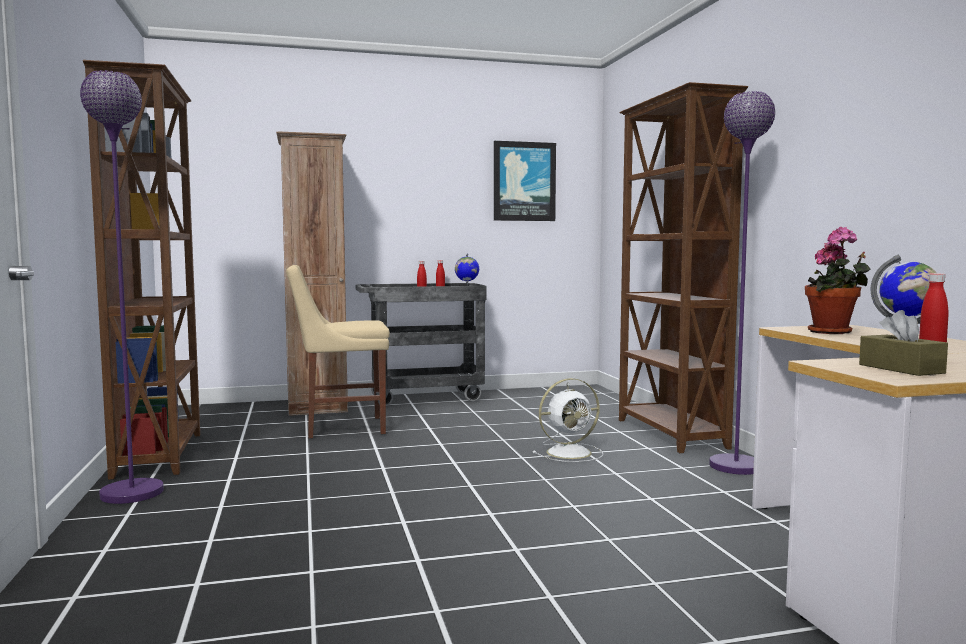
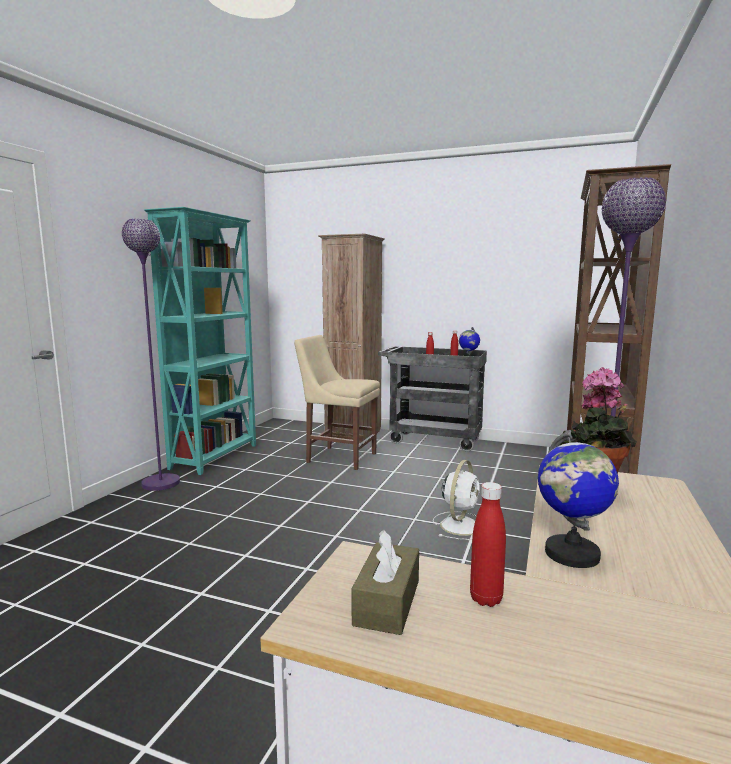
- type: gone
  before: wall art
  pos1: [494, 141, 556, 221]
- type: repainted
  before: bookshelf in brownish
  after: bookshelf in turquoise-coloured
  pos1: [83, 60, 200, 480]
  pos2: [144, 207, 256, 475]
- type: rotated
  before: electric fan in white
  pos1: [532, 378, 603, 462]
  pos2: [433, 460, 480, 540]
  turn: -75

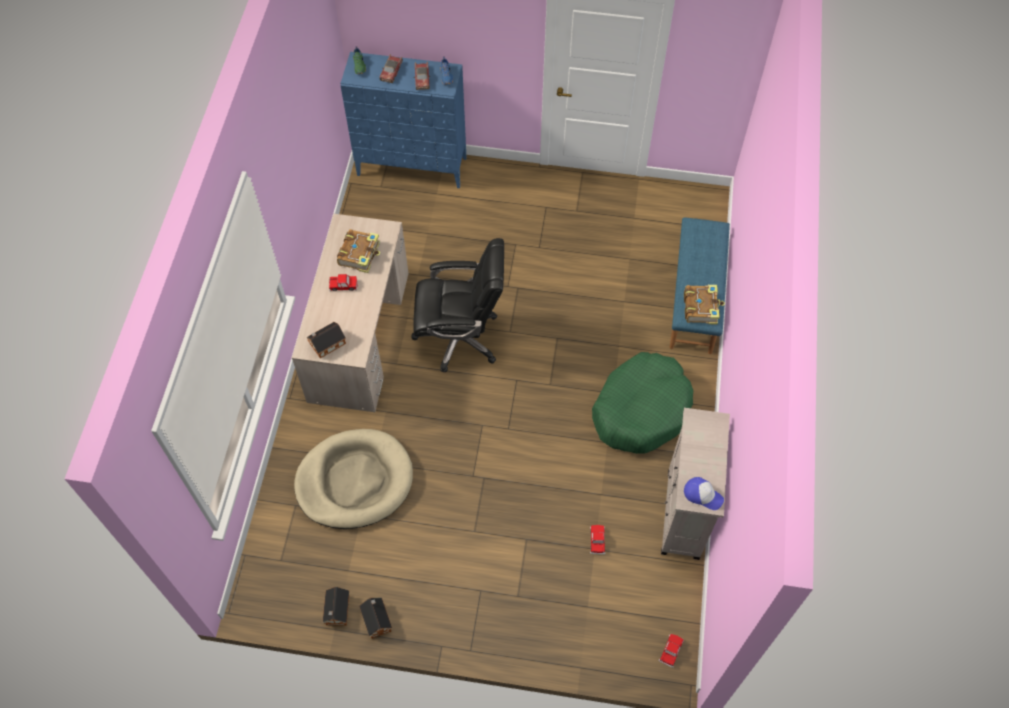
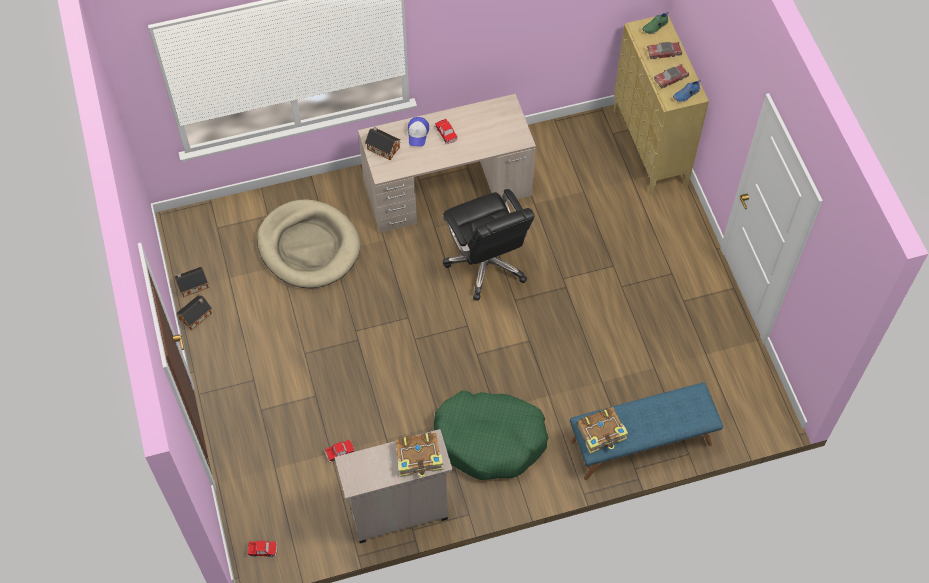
- type: shifted
  before: book
  pos1: [337, 229, 380, 273]
  pos2: [395, 432, 443, 477]
- type: shifted
  before: cap
  pos1: [684, 477, 724, 510]
  pos2: [408, 117, 429, 146]
- type: repainted
  before: chest of drawers in blue-coloured
  after: chest of drawers in beige-coloured
  pos1: [340, 52, 466, 188]
  pos2: [614, 14, 709, 195]

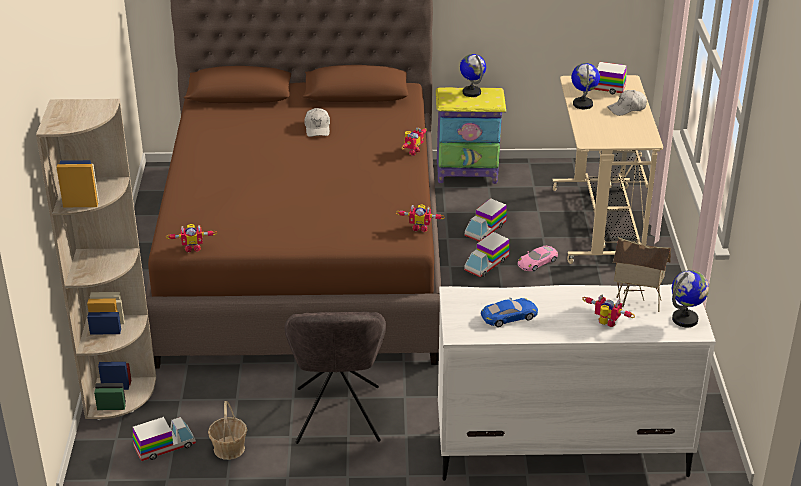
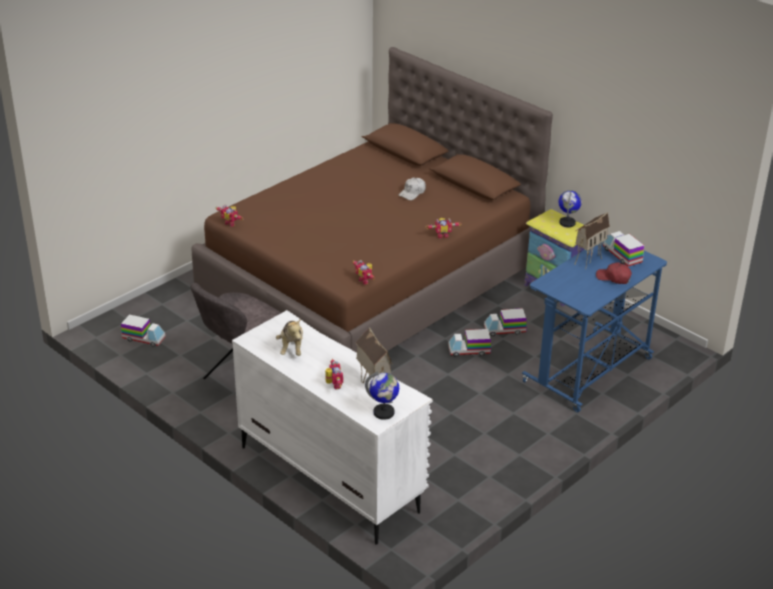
- type: gone
  before: bookshelf in beige-coloured
  pos1: [36, 99, 156, 420]
- type: gone
  before: household basket
  pos1: [208, 401, 247, 460]
- type: gone
  before: toy car in pinkish
  pos1: [518, 246, 558, 271]
- type: swapped
  before: toy car in blue-coloured
  after: plush toy
  pos1: [481, 298, 538, 327]
  pos2: [276, 319, 303, 356]
- type: swapped
  before: world globe
  after: miniature house
  pos1: [572, 63, 600, 109]
  pos2: [574, 212, 610, 270]
- type: repainted
  before: desk unit in beige-coloured
  after: desk unit in blue-coloured
  pos1: [553, 75, 663, 264]
  pos2: [522, 235, 667, 412]
- type: repainted
  before: cap in white
  after: cap in red-coloured
  pos1: [608, 90, 647, 116]
  pos2: [596, 262, 632, 284]

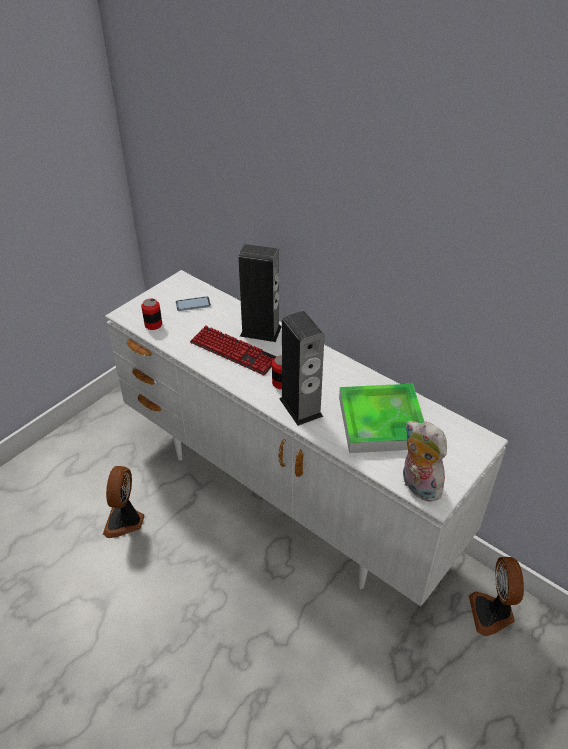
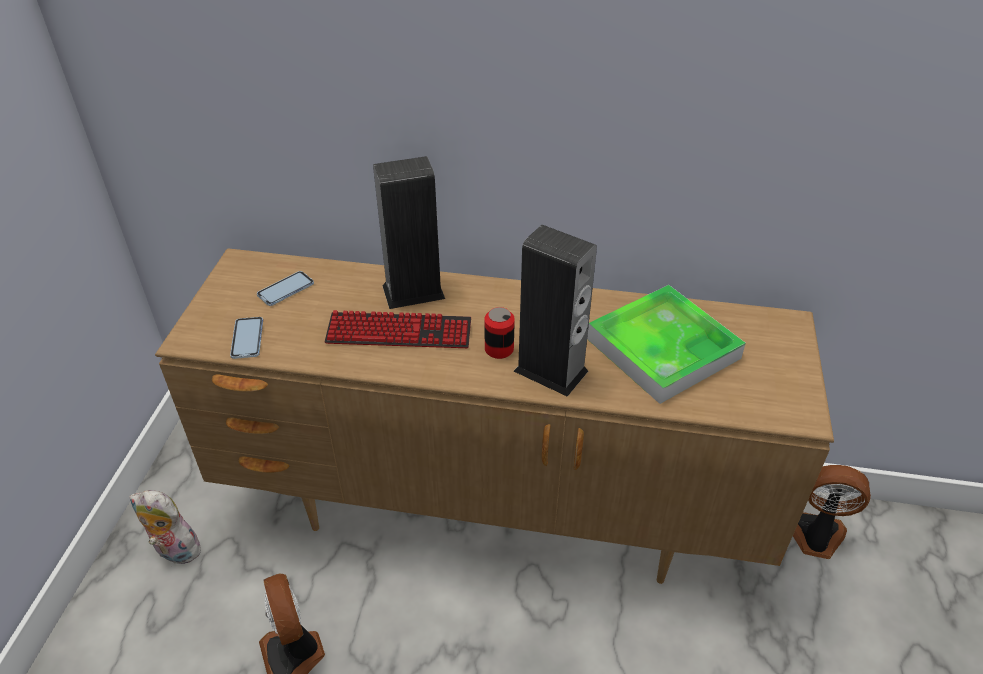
- type: shifted
  before: plush toy
  pos1: [403, 421, 447, 502]
  pos2: [129, 490, 201, 564]
- type: swapped
  before: sealed can
  after: telephone
  pos1: [141, 298, 162, 330]
  pos2: [230, 317, 263, 359]
- type: repainted
  before: chest of drawers in white
  after: chest of drawers in brownish
  pos1: [105, 270, 508, 606]
  pos2: [155, 248, 834, 584]
- type: rotated
  before: electric fan
  pos1: [469, 557, 524, 636]
  pos2: [793, 465, 871, 559]
  turn: 135

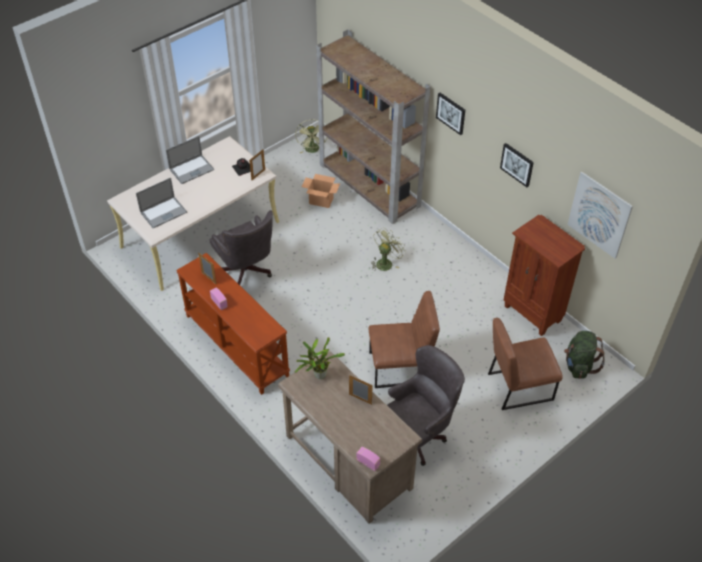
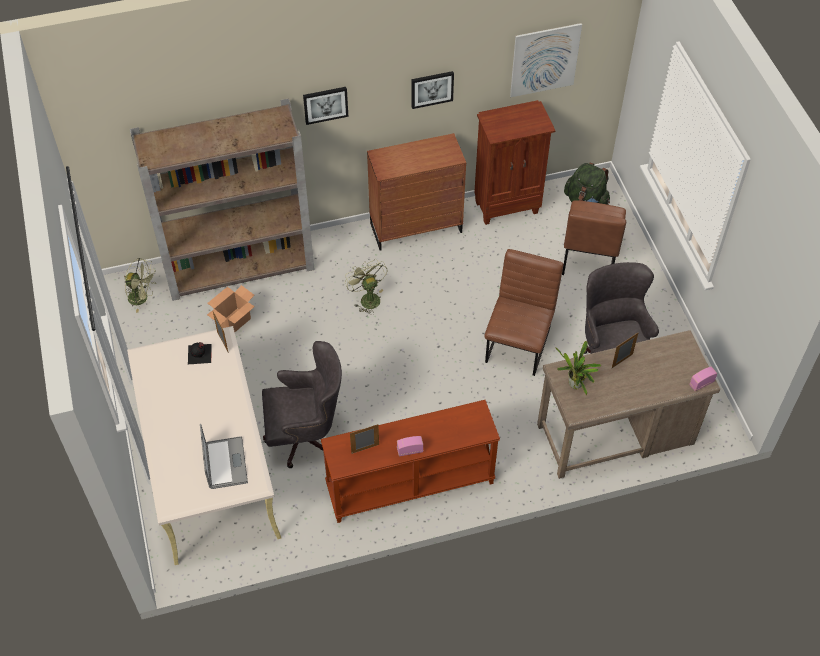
- type: gone
  before: laptop
  pos1: [166, 136, 214, 184]
- type: new
  after: chest of drawers in brownish
  pos2: [367, 133, 466, 251]

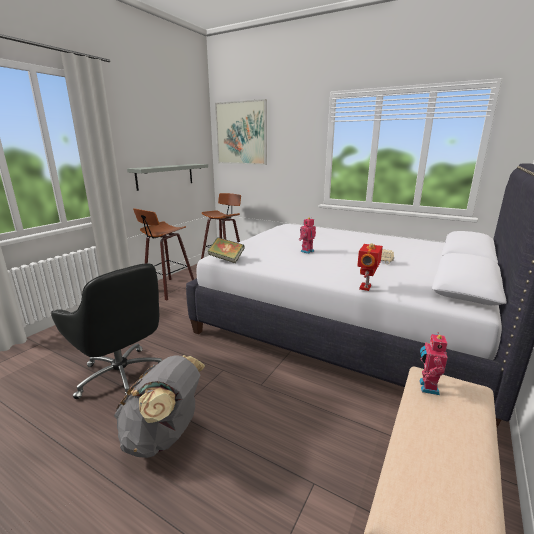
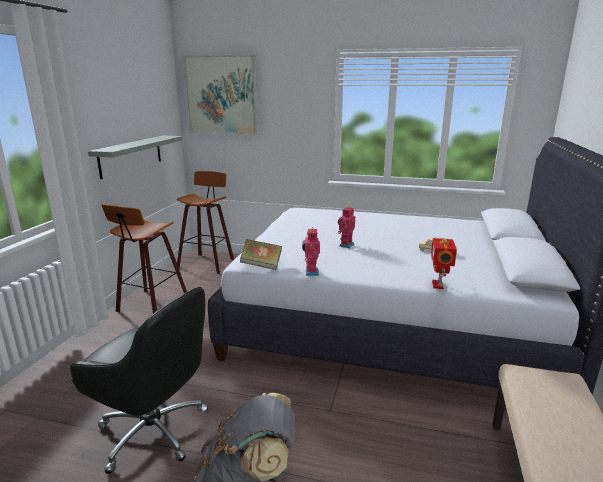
- type: shifted
  before: toy robot
  pos1: [419, 332, 448, 395]
  pos2: [302, 227, 320, 276]

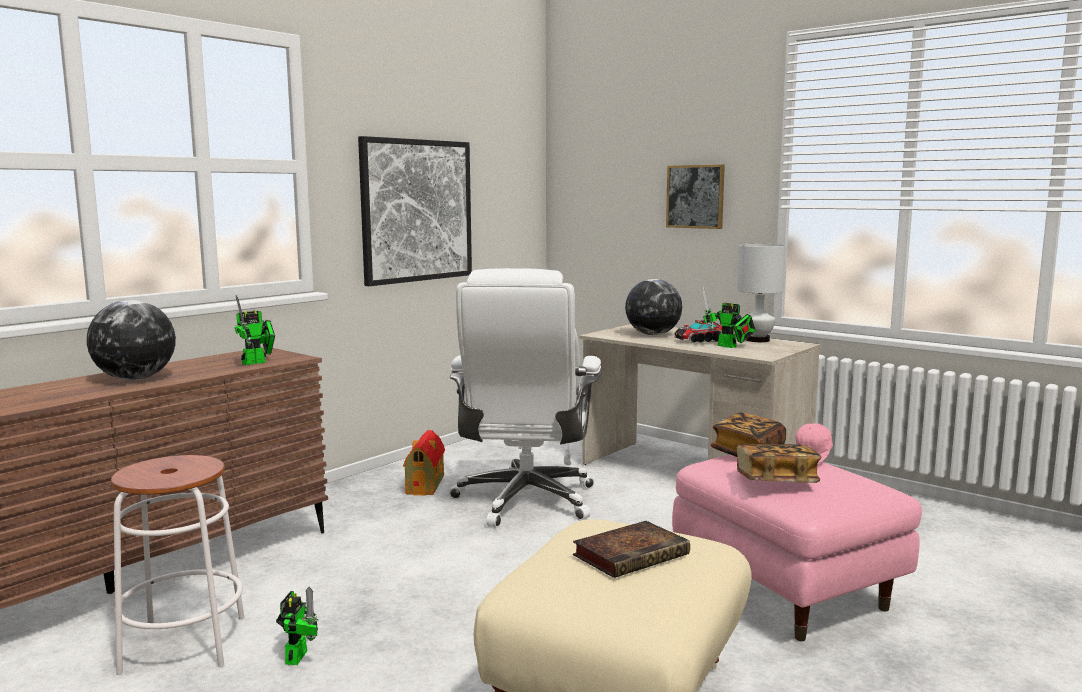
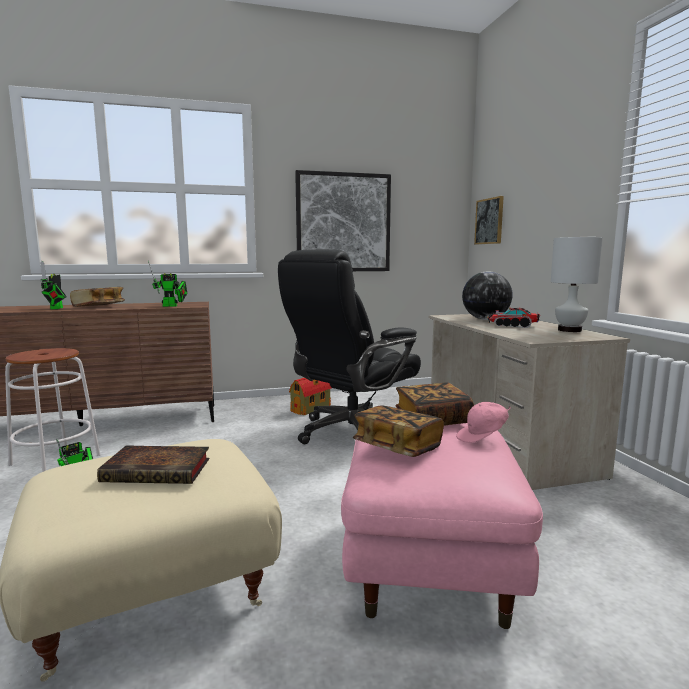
- type: shifted
  before: wall art
  pos1: [666, 164, 725, 229]
  pos2: [474, 196, 504, 244]
- type: shifted
  before: toy robot
  pos1: [702, 286, 756, 348]
  pos2: [40, 261, 67, 309]
- type: swapped
  before: world globe
  after: book
  pos1: [87, 300, 176, 380]
  pos2: [70, 287, 125, 307]
- type: repainted
  before: office chair in white
  after: office chair in black-coloured
  pos1: [449, 268, 602, 528]
  pos2: [278, 249, 421, 444]

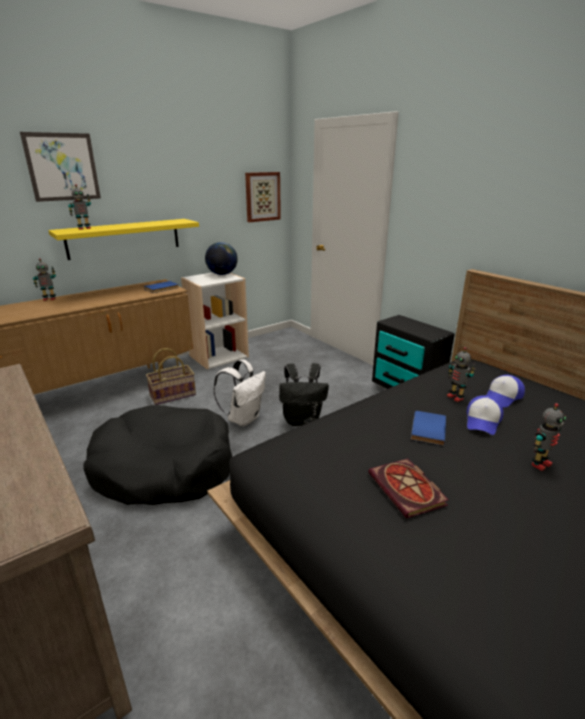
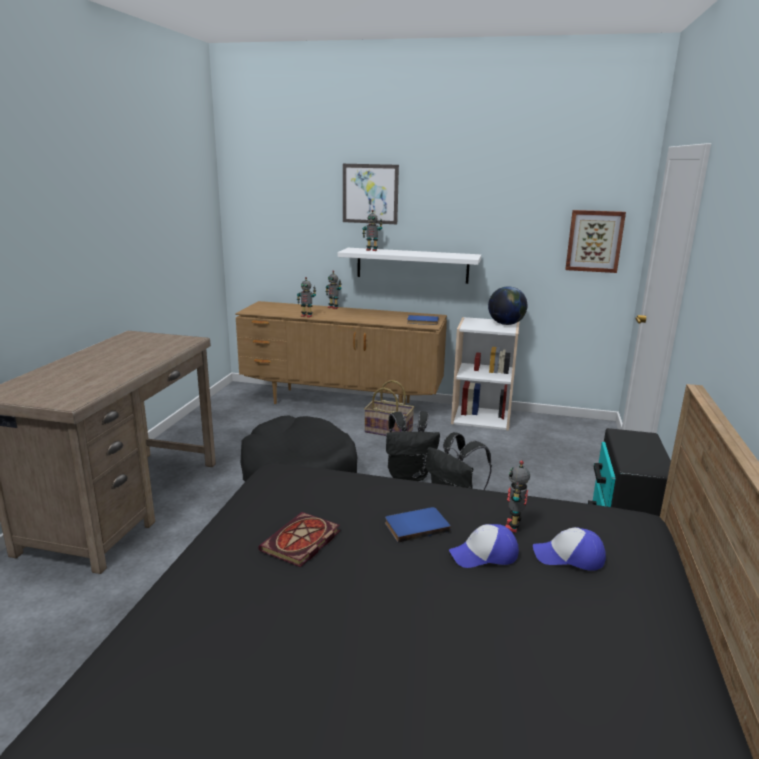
- type: shifted
  before: toy robot
  pos1: [532, 403, 566, 471]
  pos2: [297, 277, 316, 318]
- type: repainted
  before: shelf in yellow-coloured
  after: shelf in white
  pos1: [48, 219, 199, 260]
  pos2: [338, 248, 481, 284]
- type: repainted
  before: knapsack in white
  after: knapsack in black-coloured
  pos1: [213, 359, 266, 426]
  pos2: [386, 411, 440, 481]

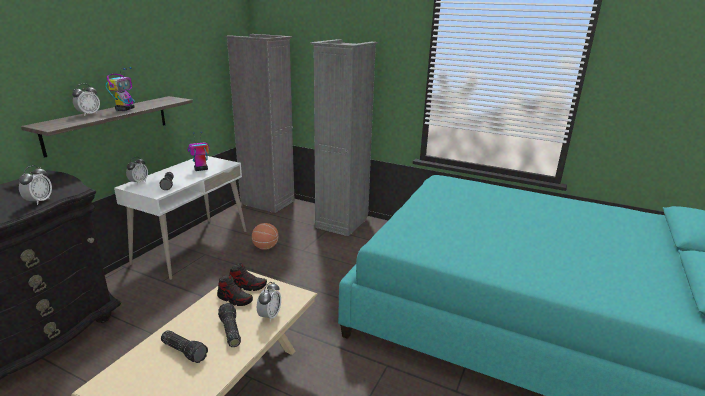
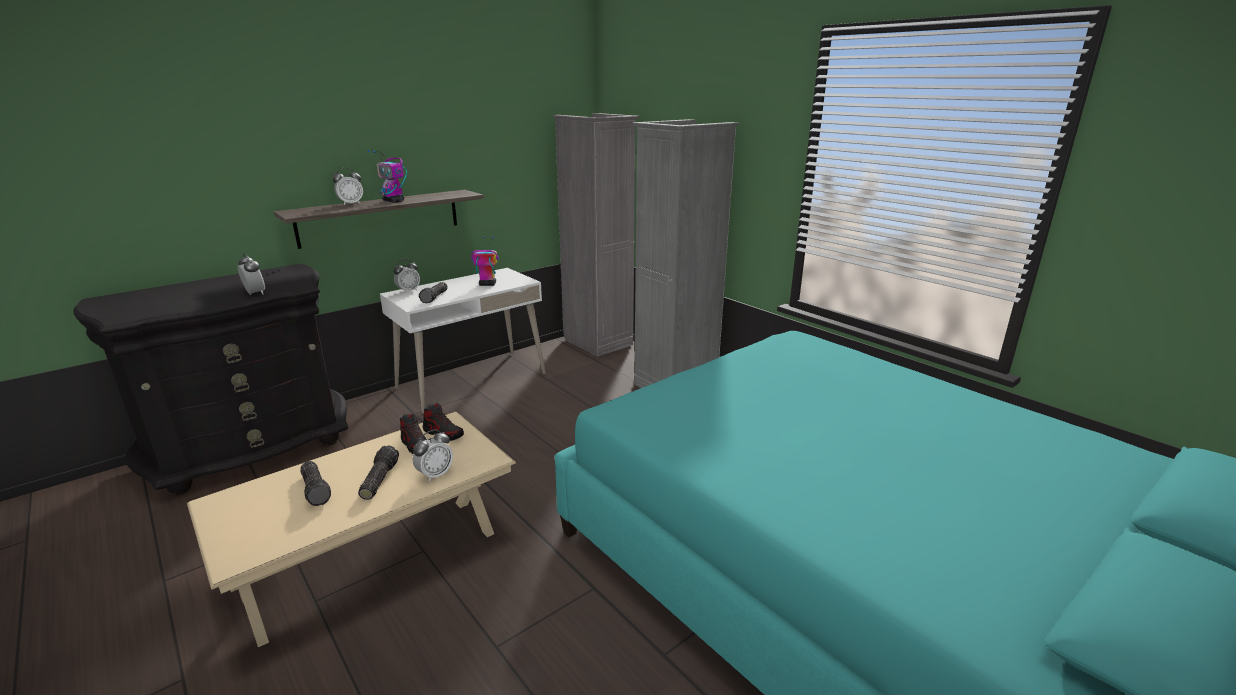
- type: gone
  before: basketball
  pos1: [252, 223, 279, 250]
- type: rotated
  before: table clock
  pos1: [19, 165, 52, 205]
  pos2: [238, 253, 265, 295]
  turn: -75
- type: rotated
  before: toy robot
  pos1: [106, 67, 135, 111]
  pos2: [367, 150, 407, 203]
  turn: 90

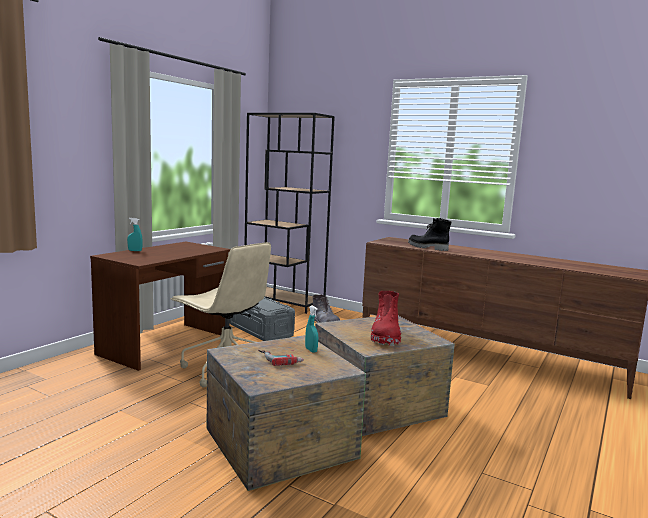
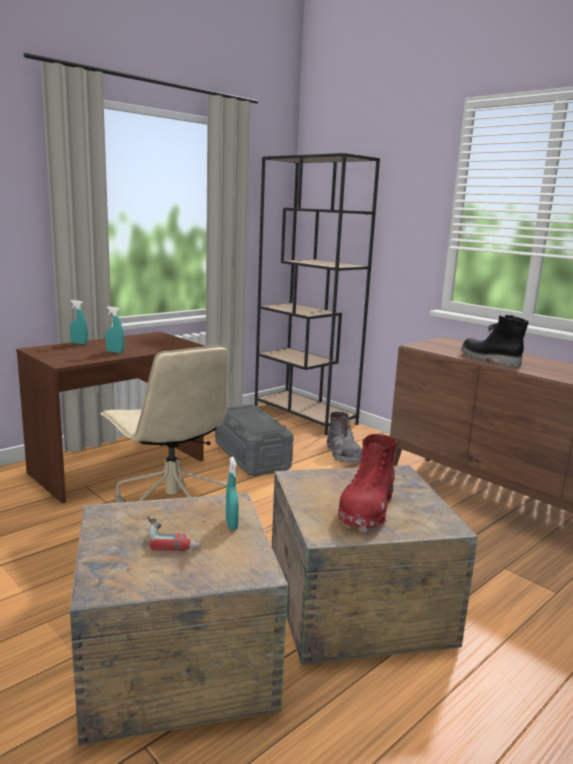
- type: new
  after: sprayer in turquoise-coloured
  pos2: [105, 306, 124, 353]

